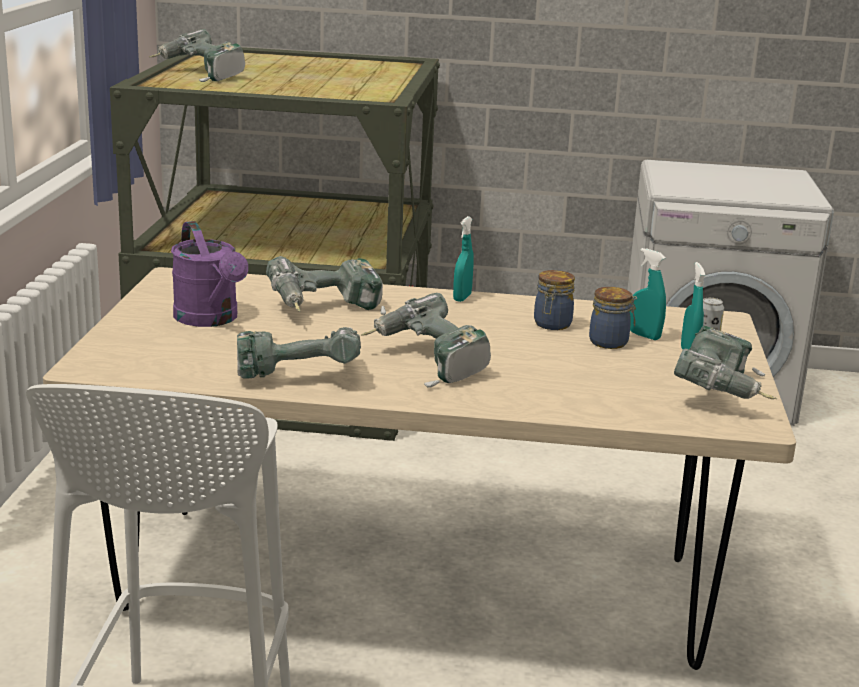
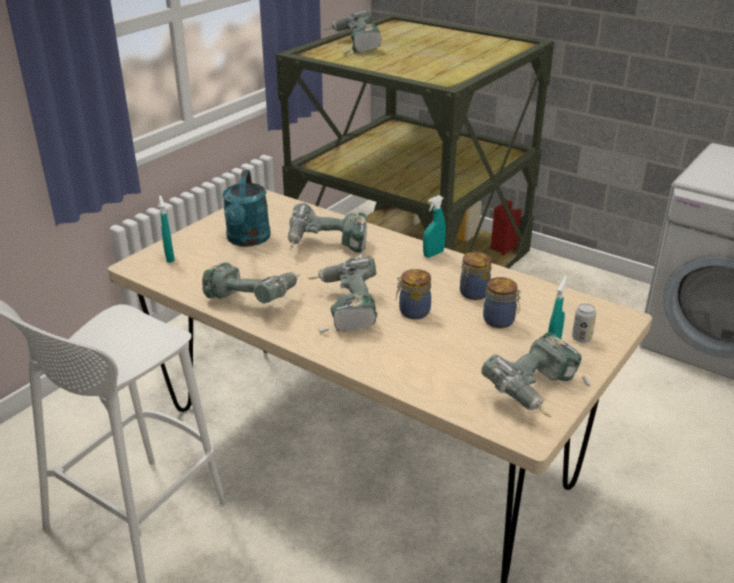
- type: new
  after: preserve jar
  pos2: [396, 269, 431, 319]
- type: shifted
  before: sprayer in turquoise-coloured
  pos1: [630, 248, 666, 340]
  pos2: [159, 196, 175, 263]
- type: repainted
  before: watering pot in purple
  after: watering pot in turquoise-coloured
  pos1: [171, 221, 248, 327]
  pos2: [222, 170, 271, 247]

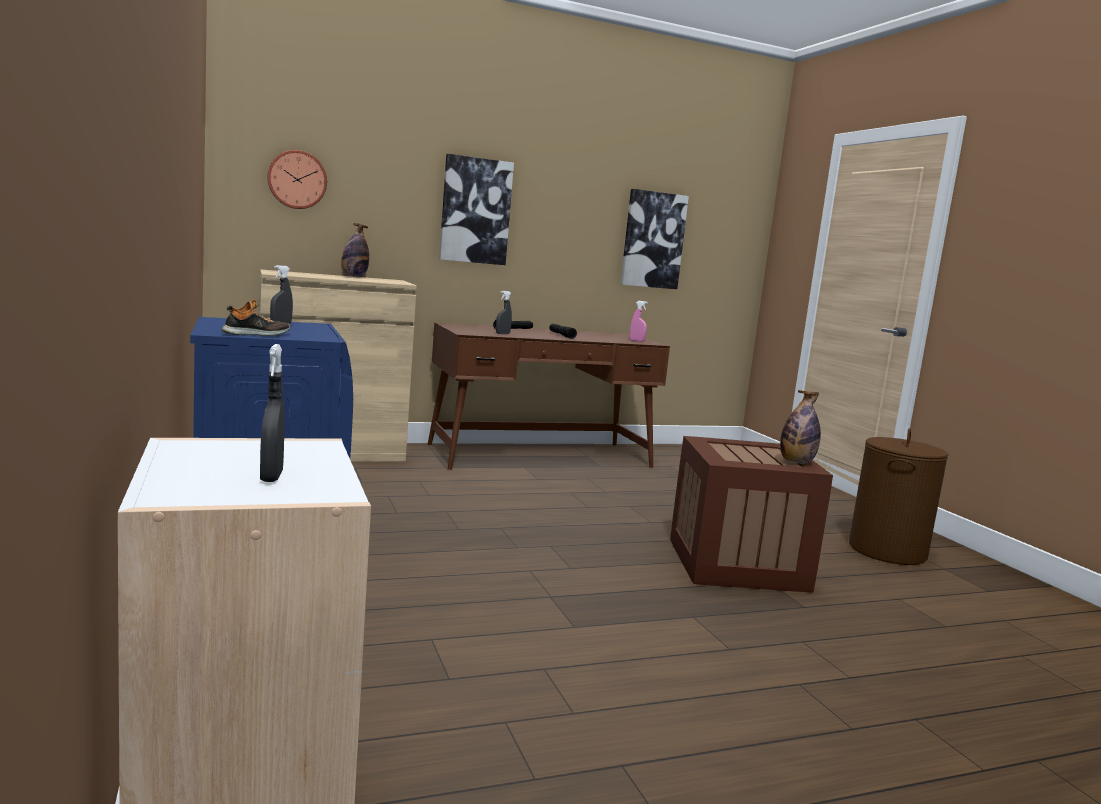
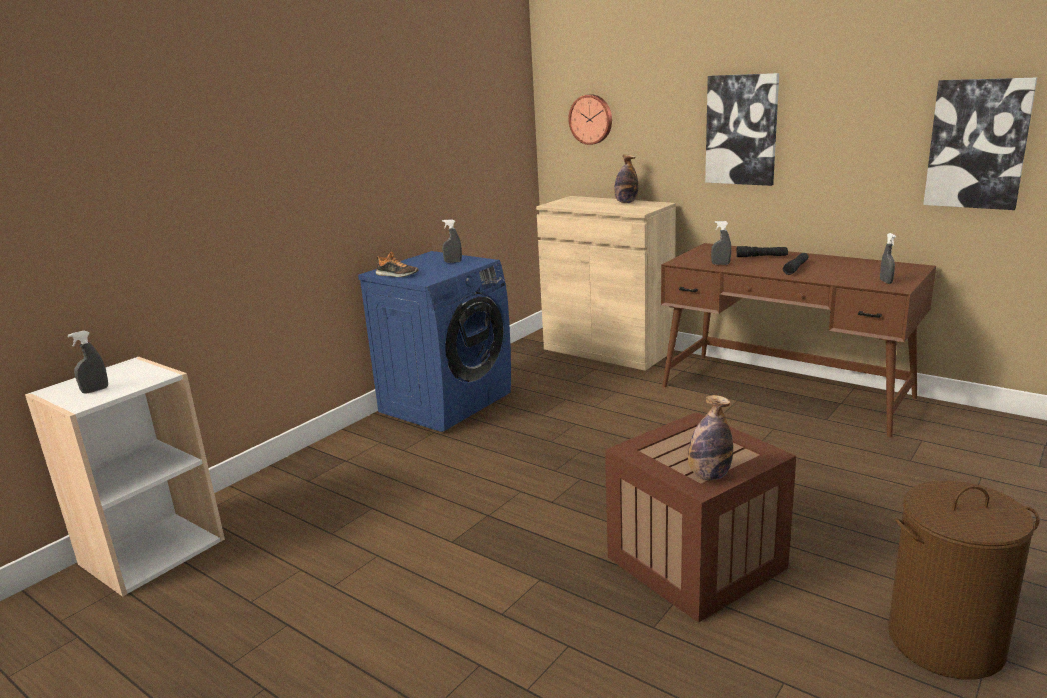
- type: repainted
  before: sprayer in pinkish
  after: sprayer in grey
  pos1: [630, 301, 648, 342]
  pos2: [880, 233, 896, 284]

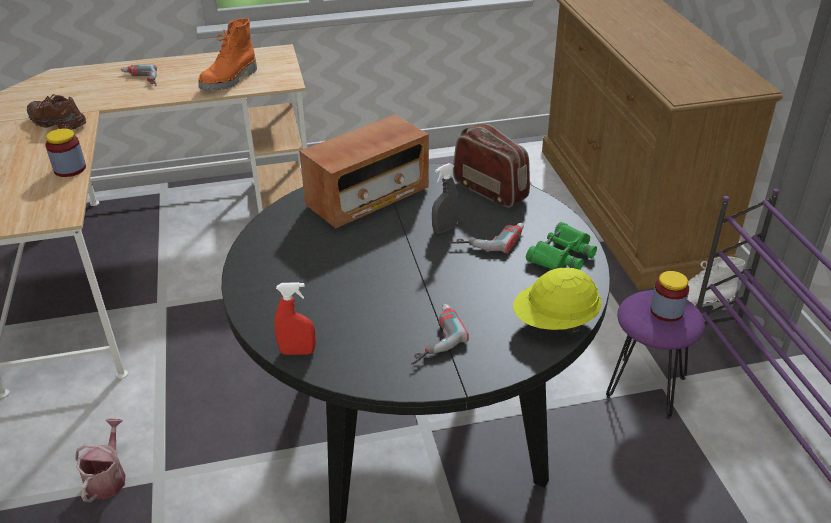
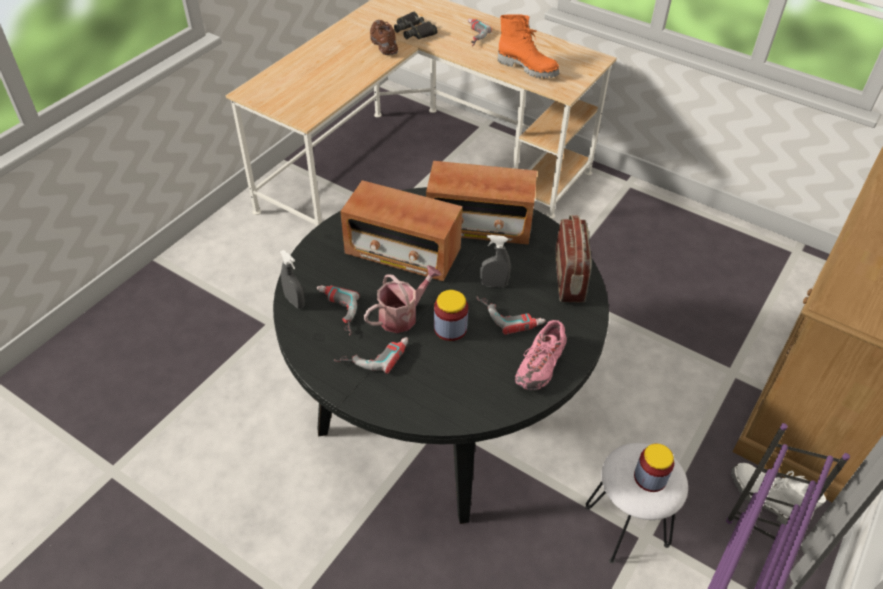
- type: gone
  before: safety helmet in yellow-coloured
  pos1: [513, 268, 602, 334]
- type: new
  after: power drill
  pos2: [317, 285, 360, 336]
- type: new
  after: radio
  pos2: [340, 180, 462, 281]
- type: new
  after: pair of binoculars in black-coloured
  pos2: [394, 12, 437, 39]
- type: shifted
  before: preserve jar
  pos1: [45, 128, 86, 177]
  pos2: [434, 290, 468, 341]
- type: shifted
  before: watering pot
  pos1: [75, 419, 126, 502]
  pos2: [364, 265, 442, 333]
- type: swapped
  before: pair of binoculars in green
  after: low shoe in pinkish
  pos1: [526, 222, 597, 270]
  pos2: [515, 320, 567, 390]
- type: repainted
  before: sprayer in red-coloured
  after: sprayer in grey
  pos1: [274, 282, 316, 355]
  pos2: [280, 250, 305, 309]
- type: repainted
  before: sitting stool in purple
  after: sitting stool in white
  pos1: [606, 290, 705, 420]
  pos2: [585, 443, 688, 564]
- type: rotated
  before: tall boot in orange-coloured
  pos1: [198, 18, 257, 90]
  pos2: [498, 14, 559, 79]
  turn: -135

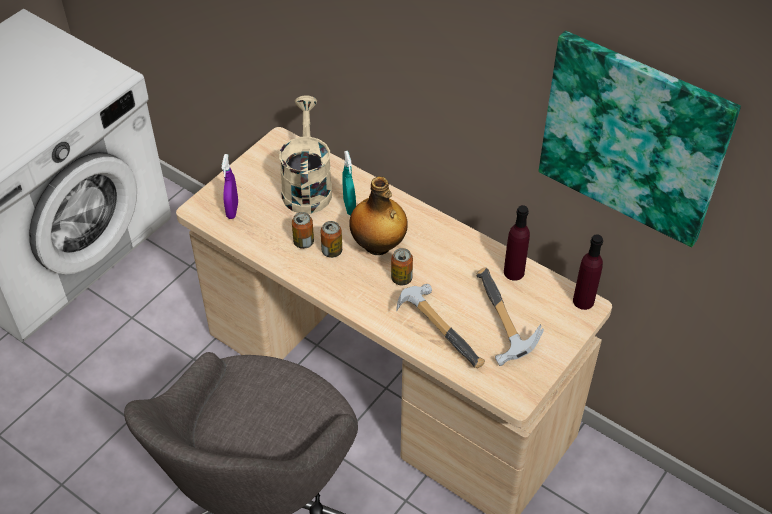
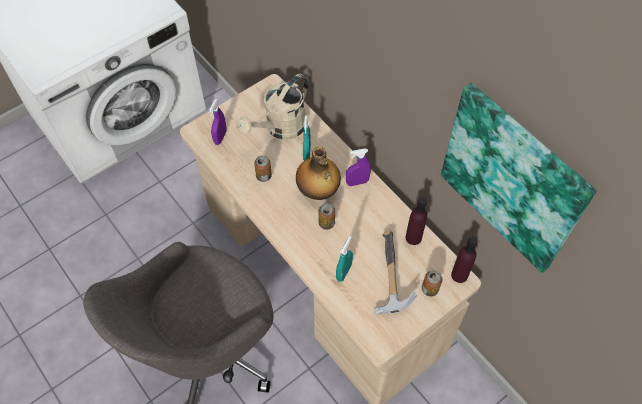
- type: new
  after: sprayer in purple
  pos2: [346, 149, 371, 186]
- type: shifted
  before: sealed can
  pos1: [321, 221, 342, 258]
  pos2: [422, 270, 442, 296]
- type: swapped
  before: tool hammer
  after: sprayer in turquoise-coloured
  pos1: [396, 284, 485, 368]
  pos2: [336, 236, 353, 282]
- type: rotated
  before: watering pot in beige-coloured
  pos1: [279, 95, 332, 214]
  pos2: [237, 74, 309, 140]
  turn: -150

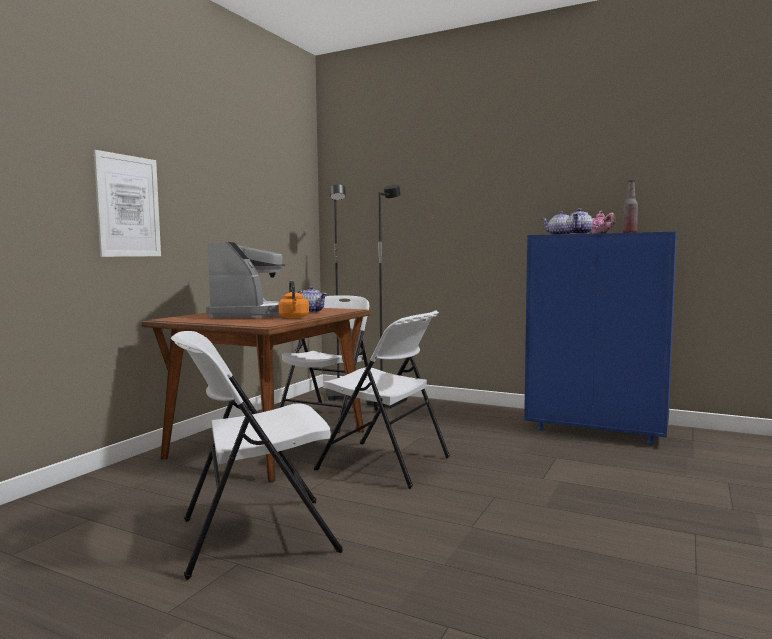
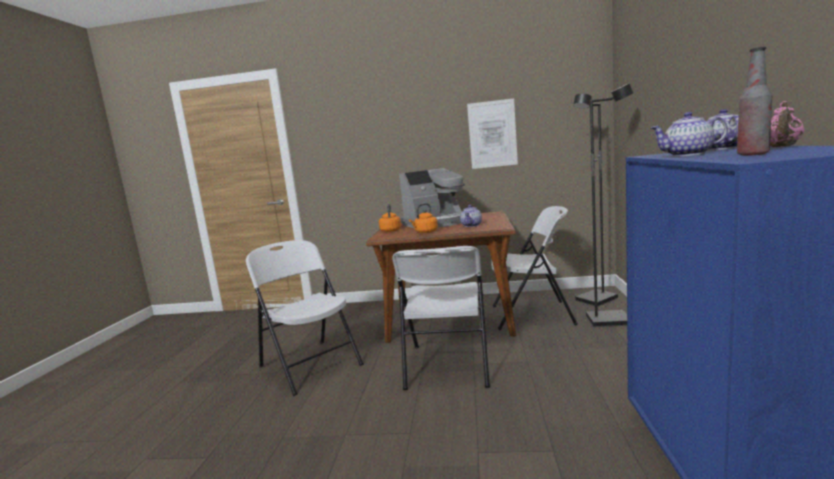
- type: new
  after: kettle in orange-coloured
  pos2: [379, 204, 401, 232]
- type: shifted
  before: wall art
  pos1: [94, 150, 161, 257]
  pos2: [467, 98, 518, 169]

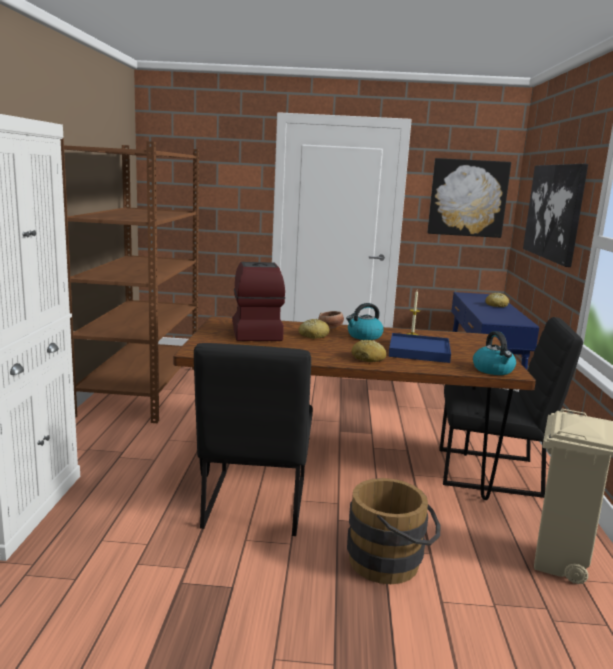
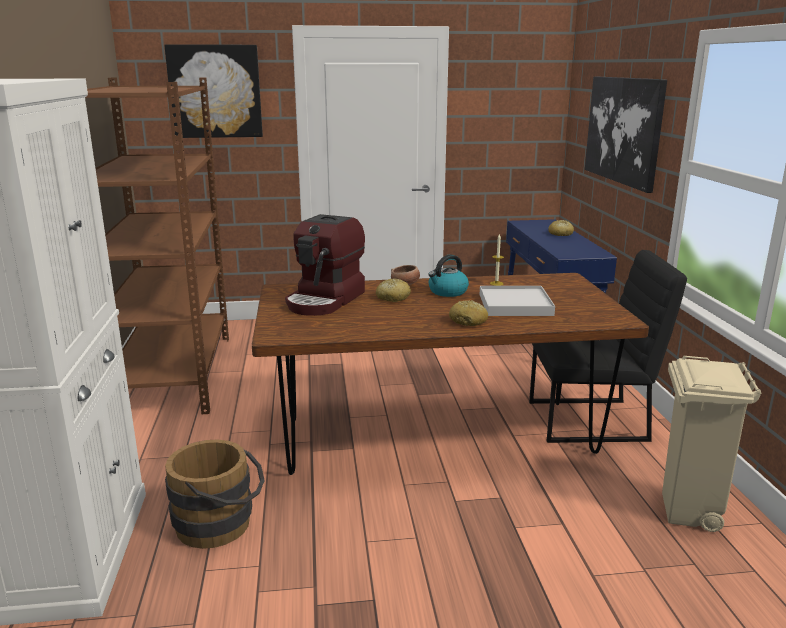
- type: gone
  before: plain chair in black-coloured
  pos1: [194, 343, 313, 536]
- type: gone
  before: kettle
  pos1: [473, 331, 516, 375]
- type: shifted
  before: water bucket in brownish
  pos1: [347, 478, 441, 584]
  pos2: [165, 439, 265, 549]
- type: shifted
  before: wall art
  pos1: [427, 158, 511, 238]
  pos2: [164, 44, 263, 138]
- type: repainted
  before: serving tray in blue-coloured
  after: serving tray in white
  pos1: [389, 333, 451, 363]
  pos2: [480, 286, 555, 316]
- type: rotated
  before: coffee brewer
  pos1: [232, 262, 285, 341]
  pos2: [285, 214, 365, 316]
  turn: -135

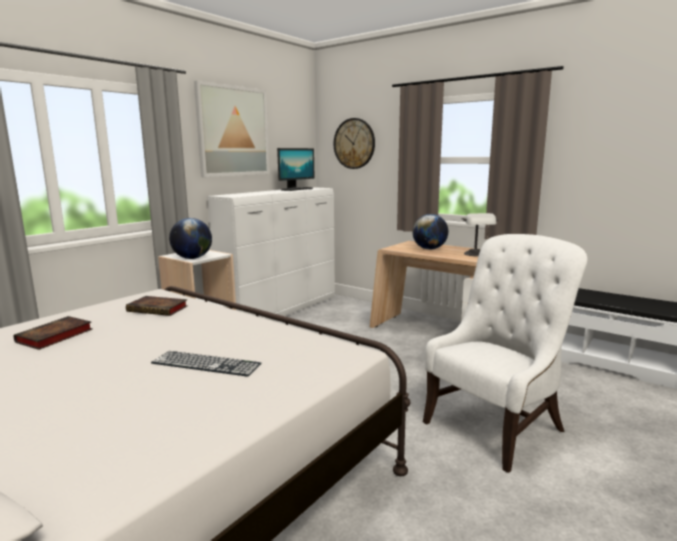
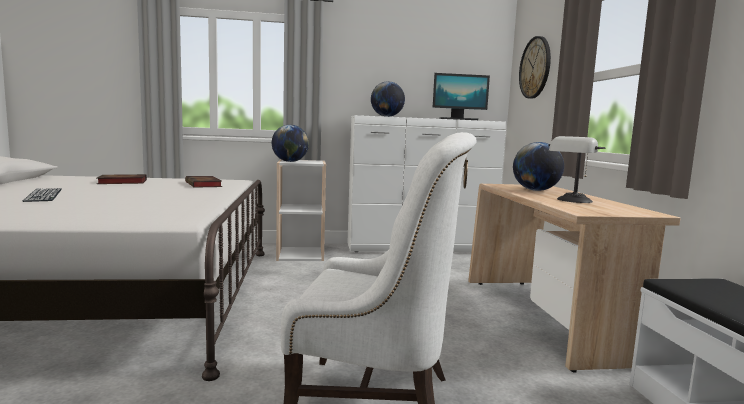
- type: gone
  before: wall art
  pos1: [194, 81, 270, 177]
- type: new
  after: world globe
  pos2: [371, 81, 405, 117]
- type: shifted
  before: computer keyboard
  pos1: [151, 351, 261, 377]
  pos2: [23, 188, 62, 202]

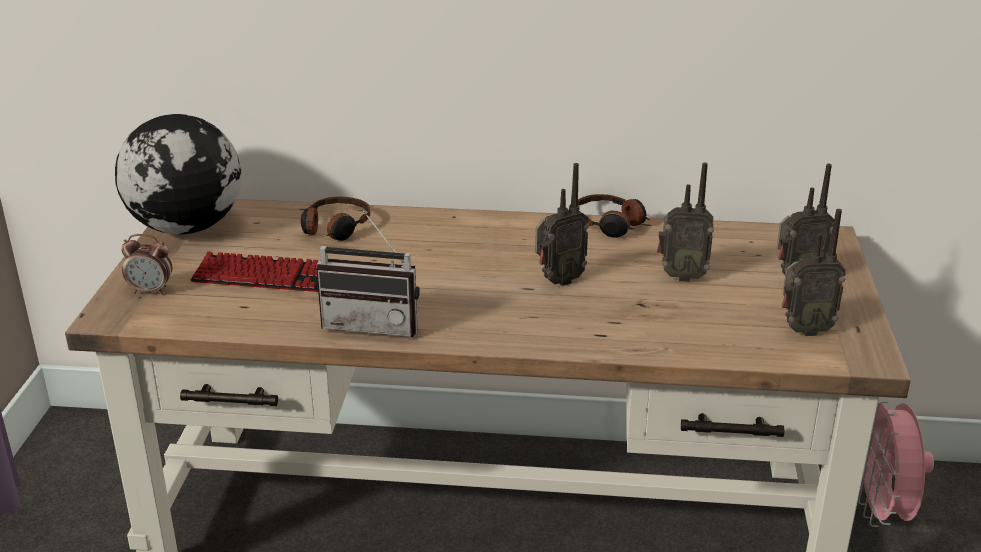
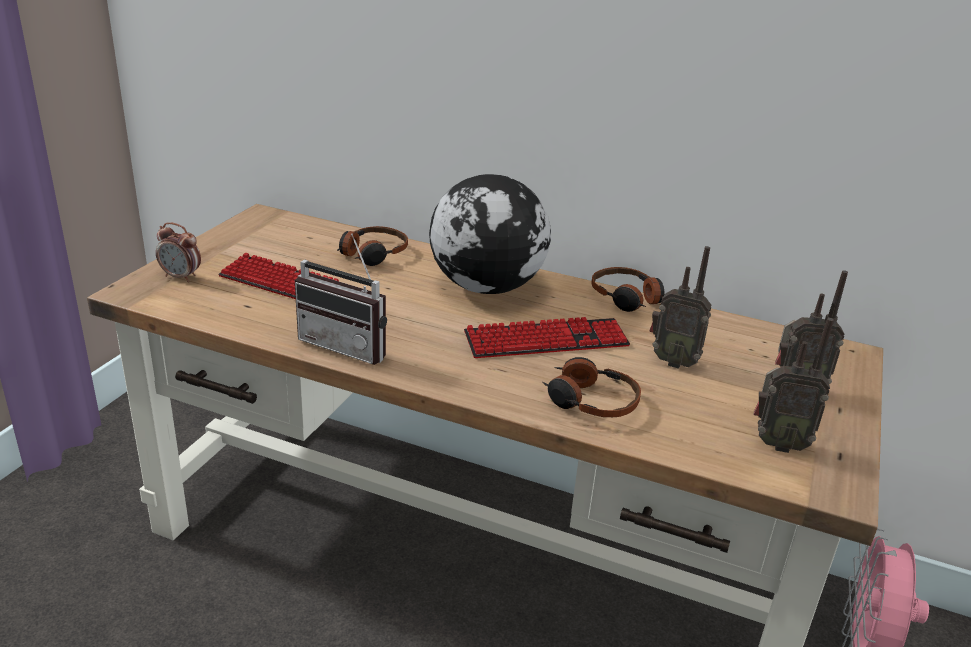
- type: new
  after: headset
  pos2: [542, 357, 641, 417]
- type: shifted
  before: world globe
  pos1: [115, 114, 241, 234]
  pos2: [429, 174, 551, 294]
- type: swapped
  before: radio
  after: computer keyboard
  pos1: [535, 163, 589, 286]
  pos2: [464, 317, 630, 358]

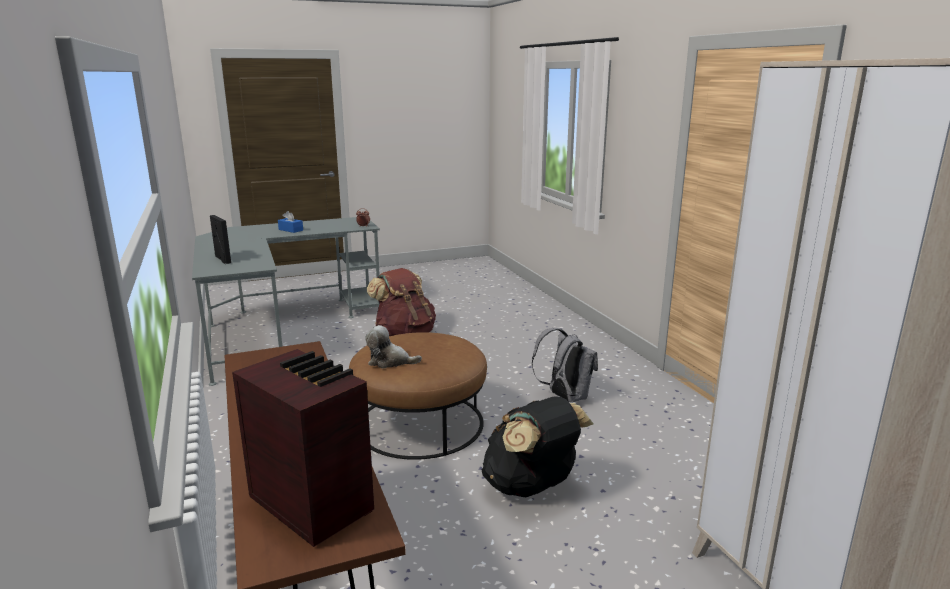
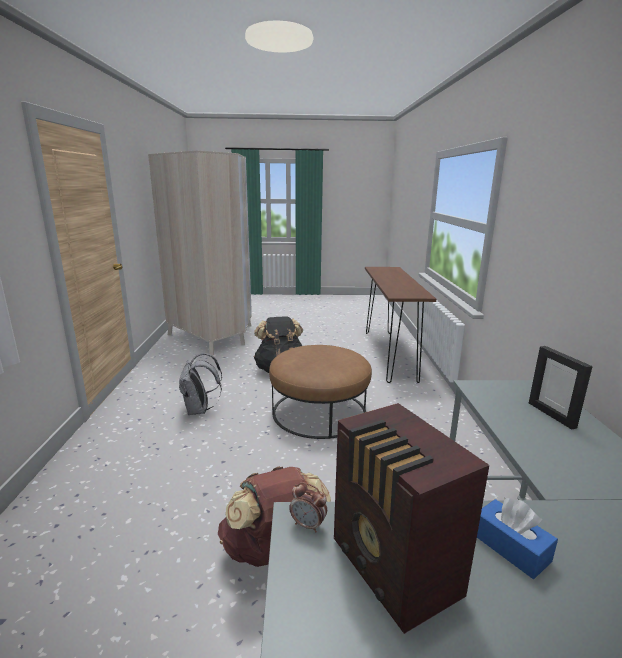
- type: gone
  before: plush toy
  pos1: [365, 325, 422, 368]
- type: shifted
  before: radio
  pos1: [232, 349, 374, 547]
  pos2: [334, 403, 489, 634]

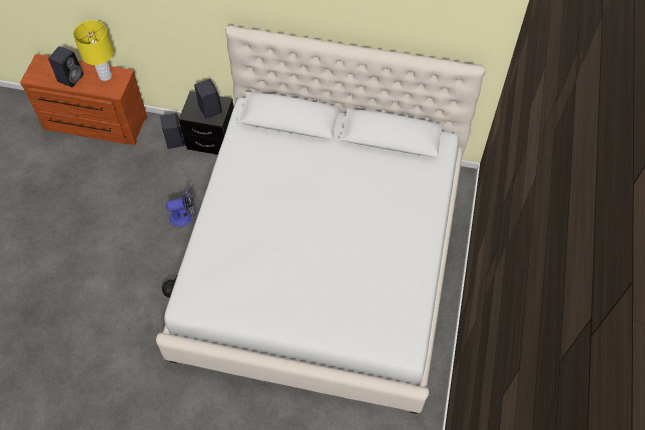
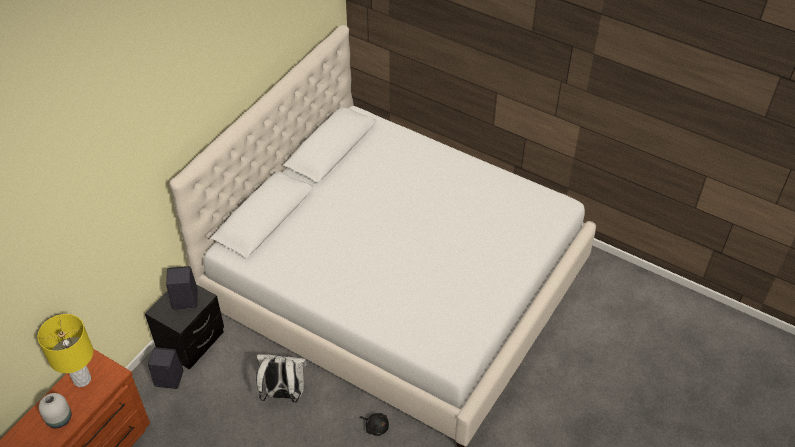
- type: swapped
  before: loudspeaker in black-coloured
  after: decorative vase in white
  pos1: [48, 46, 83, 87]
  pos2: [39, 393, 71, 428]
- type: swapped
  before: electric fan
  after: knapsack in white
  pos1: [166, 187, 196, 227]
  pos2: [256, 354, 307, 402]

